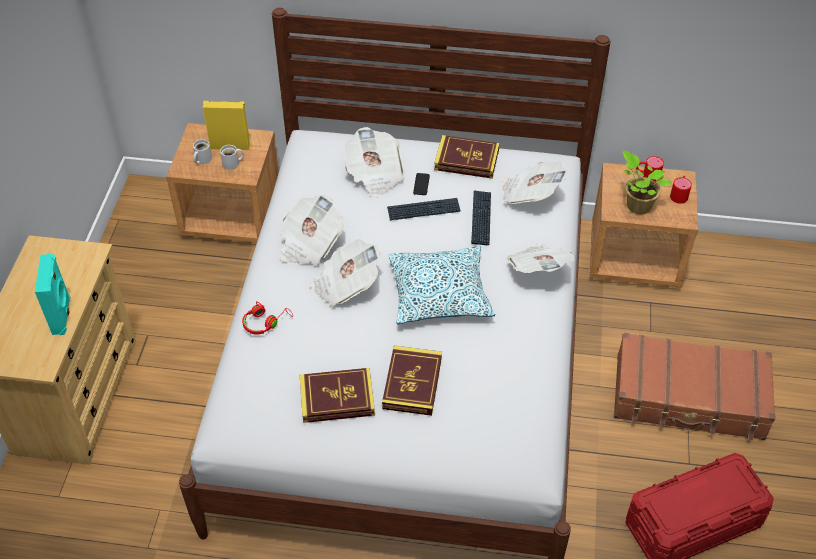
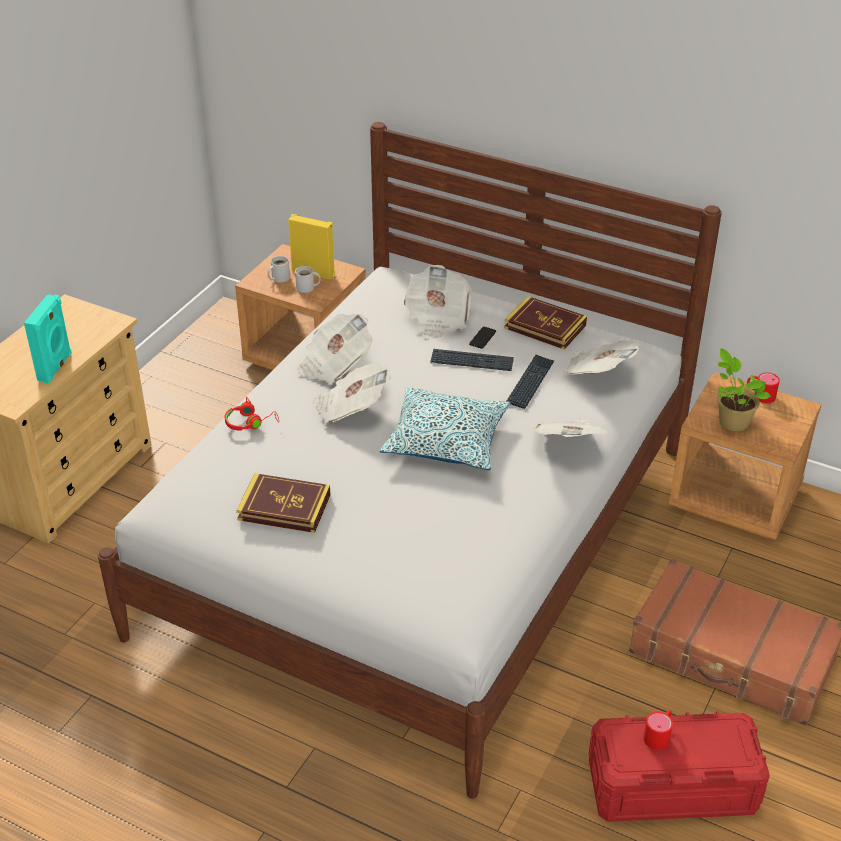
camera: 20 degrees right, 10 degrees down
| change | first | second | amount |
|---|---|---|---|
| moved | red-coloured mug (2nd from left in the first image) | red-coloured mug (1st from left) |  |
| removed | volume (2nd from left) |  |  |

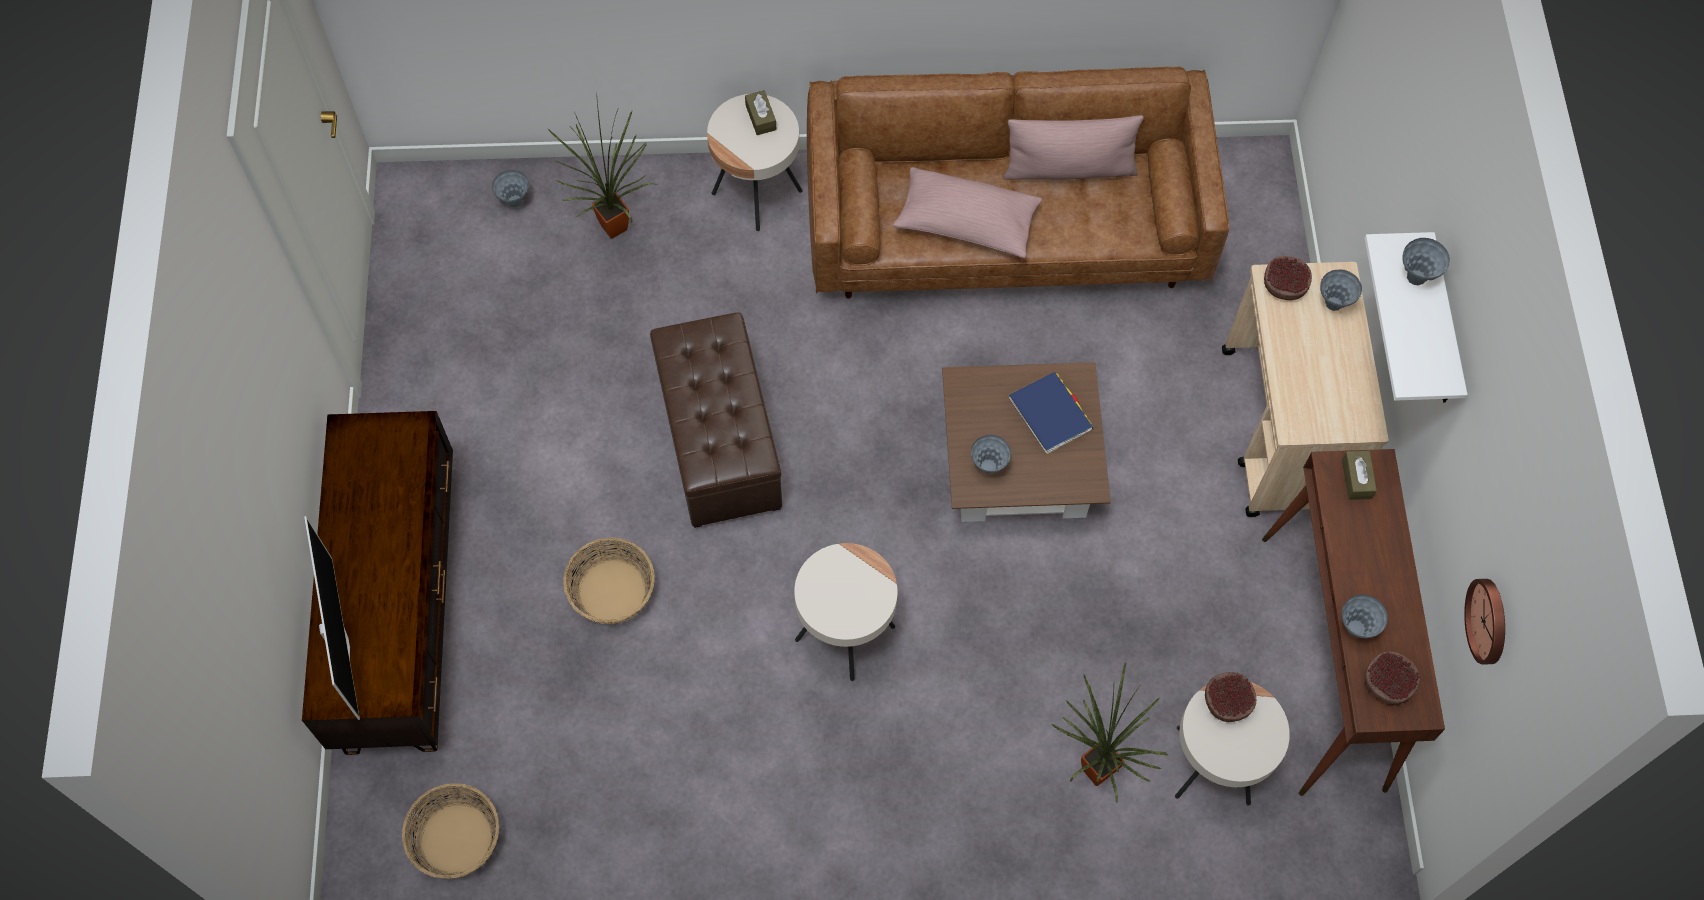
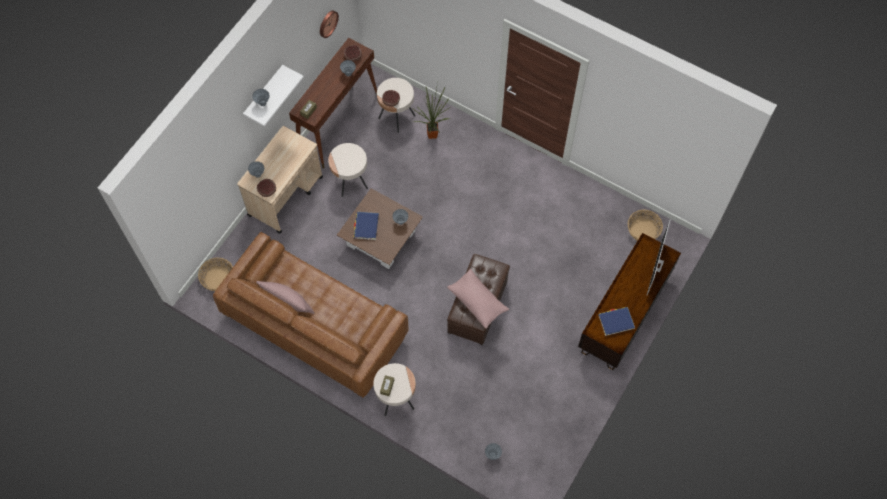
camera: 145 degrees left, 0 degrees up
| change | first | second | amount |
|---|---|---|---|
| moved | basket (2nd from left in the first image) | basket (1st from left) |  |
| moved | beige accent table (2nd from left in the first image) | beige accent table (1st from left) |  |
| moved | pink throw pillow (1st from left in the first image) | pink throw pillow (2nd from left) |  |
| added |  | bluish volume (2nd from left) |  |
| removed | potted plant (1st from left) |  |  |

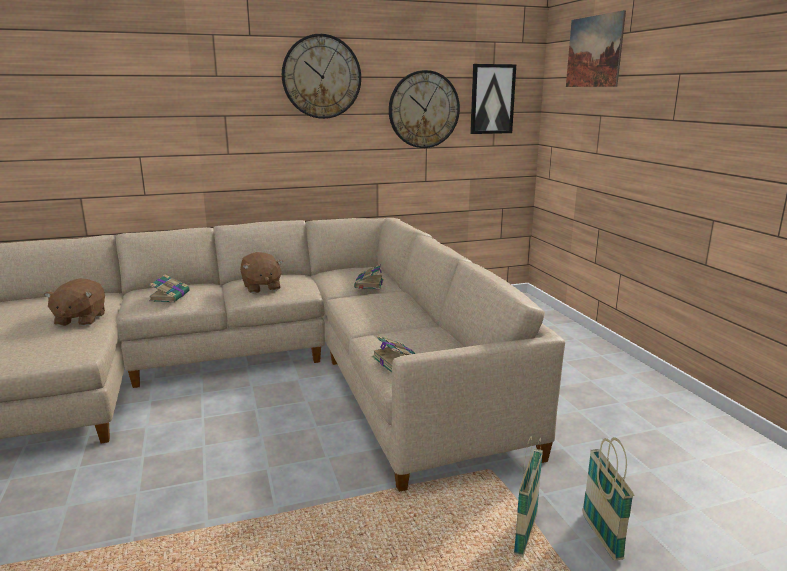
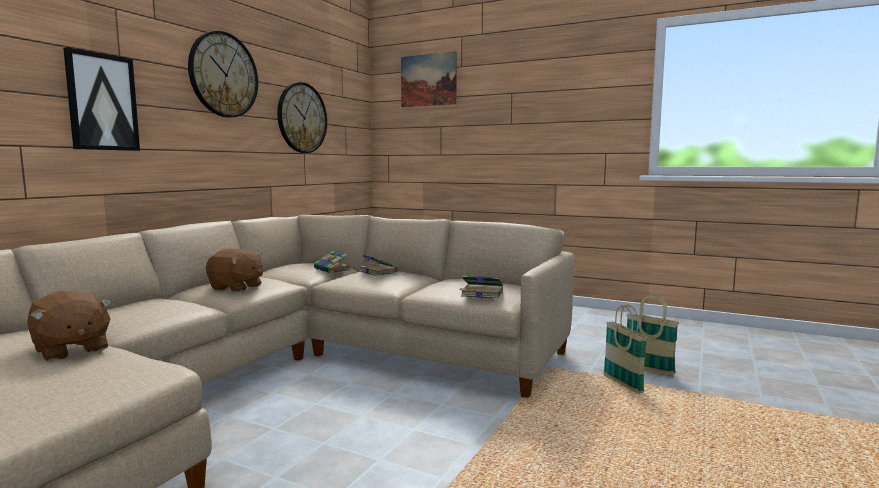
camera: 45 degrees left, 10 degrees down
| change | first | second | amount |
|---|---|---|---|
| moved | wall picture (1st from left) |  |  |
| moved | volume (1st from left in the first image) | volume (2nd from left) |  |

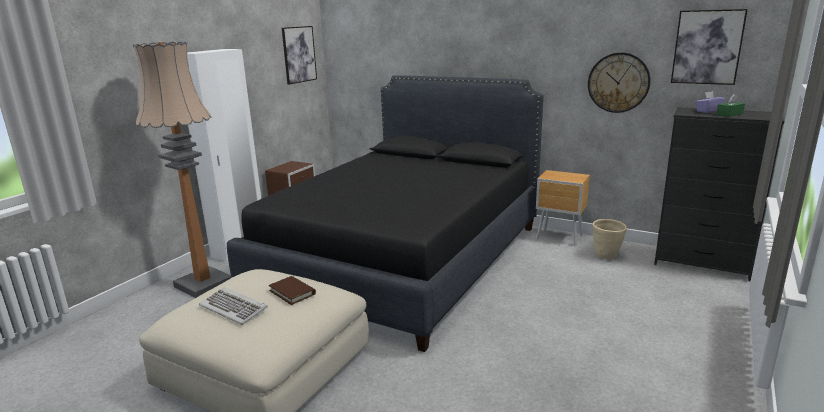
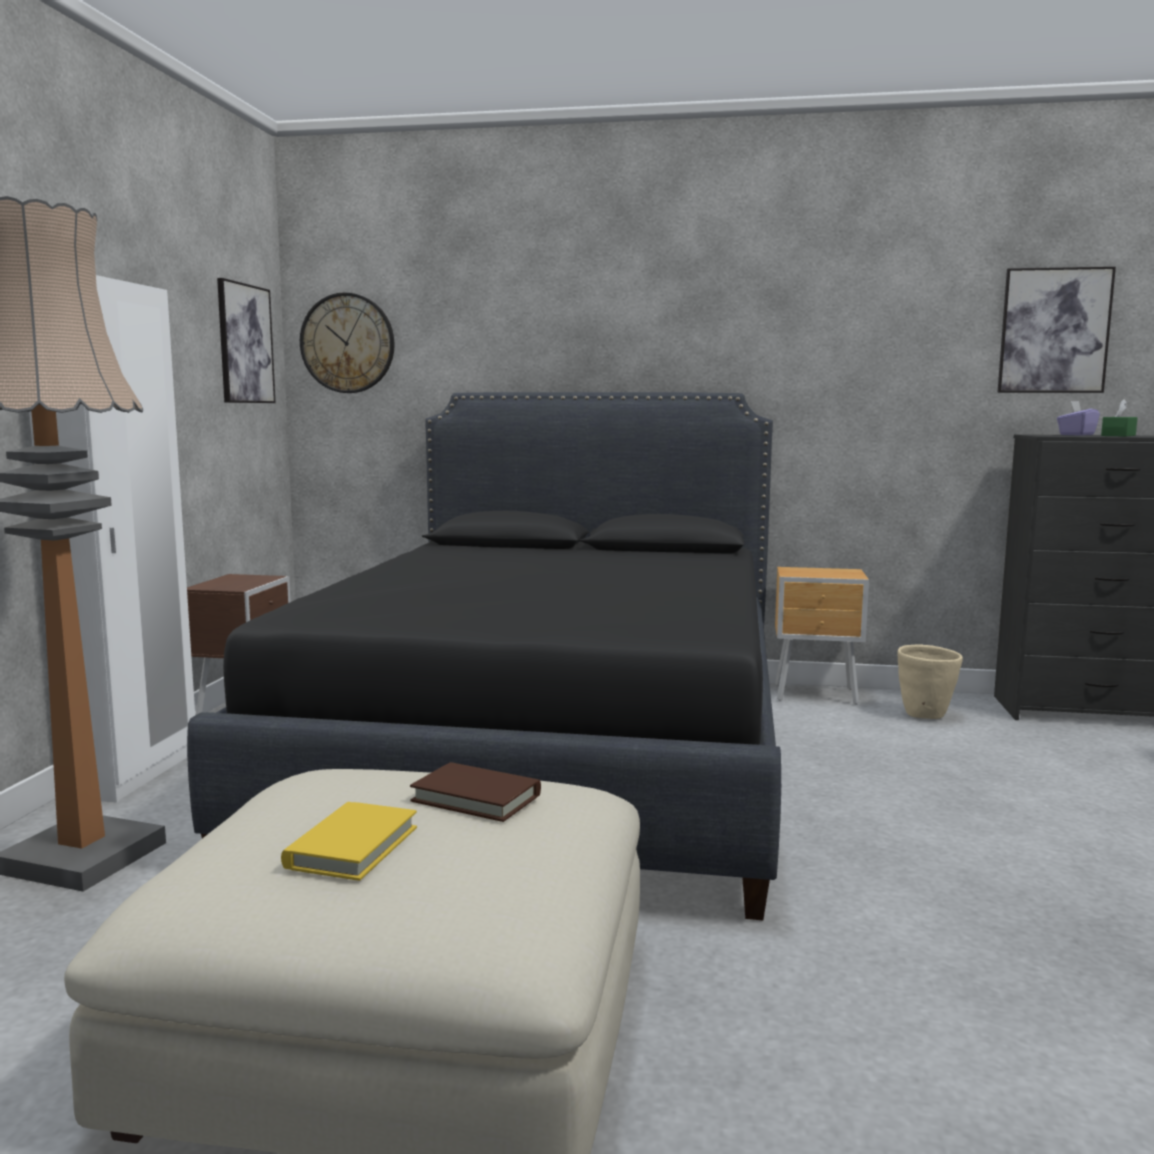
camera: 20 degrees left, 10 degrees down
| change | first | second | amount |
|---|---|---|---|
| replaced | keyboard | yellowish volume |  |
| moved | clock on the wall |  |  |

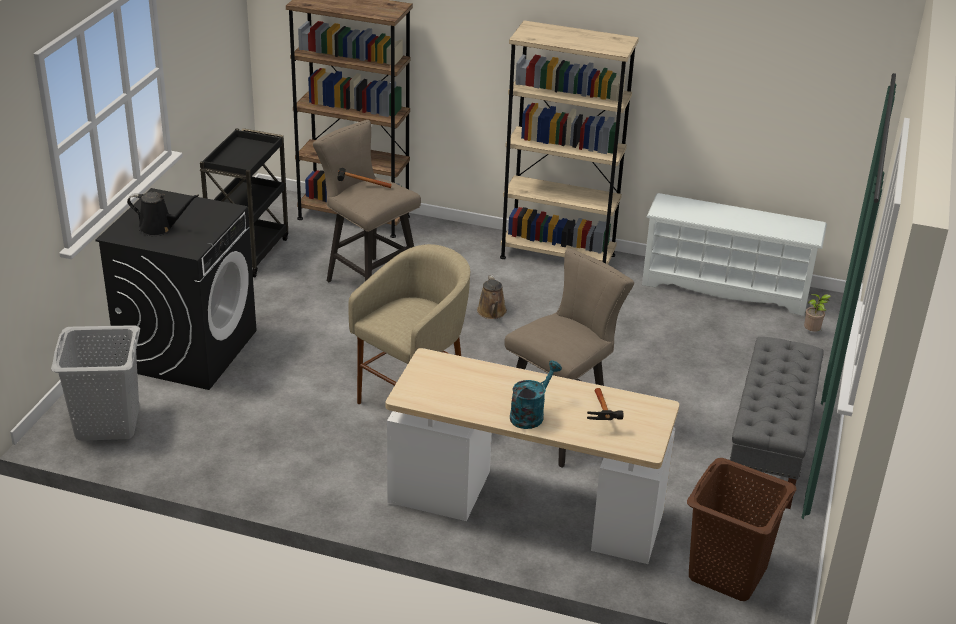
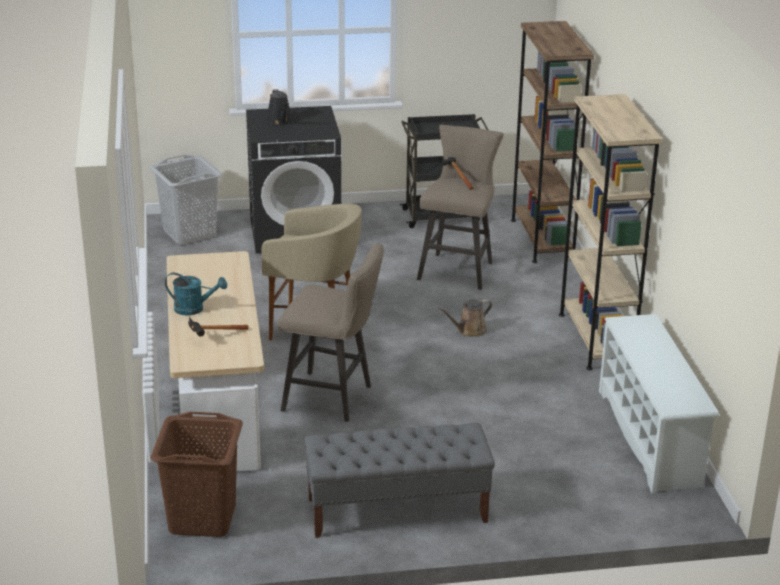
camera: 65 degrees right, 5 degrees down
| change | first | second | amount |
|---|---|---|---|
| removed | potted plant |  |  |

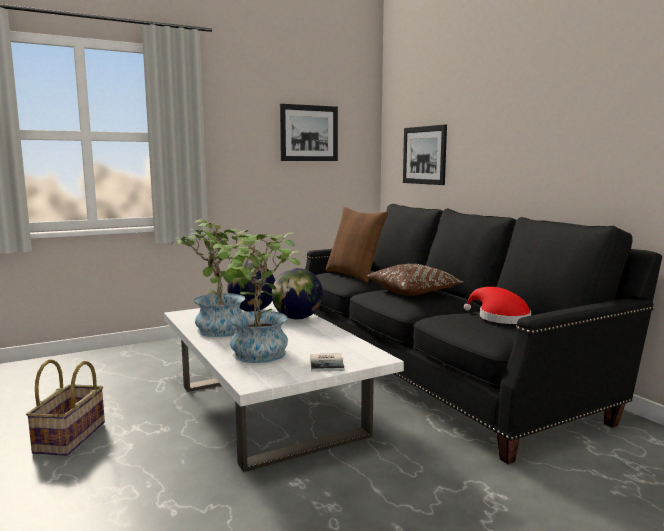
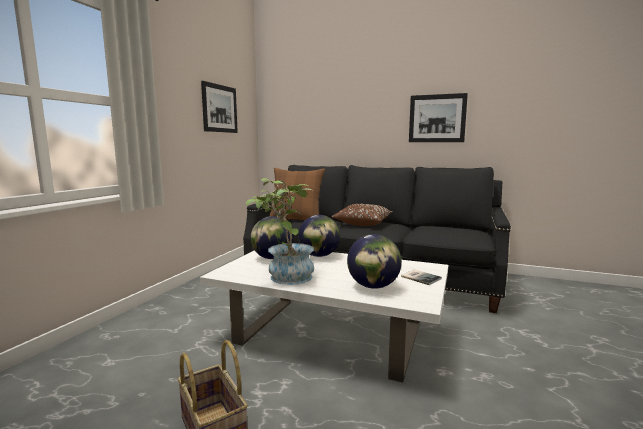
camera: 40 degrees left, 0 degrees up
| change | first | second | amount |
|---|---|---|---|
| replaced | potted plant (2nd from left) | desk globe (3rd from left) |  |
| moved | wall picture (2nd from left) |  |  |
| removed | red-coloured hat |  |  |

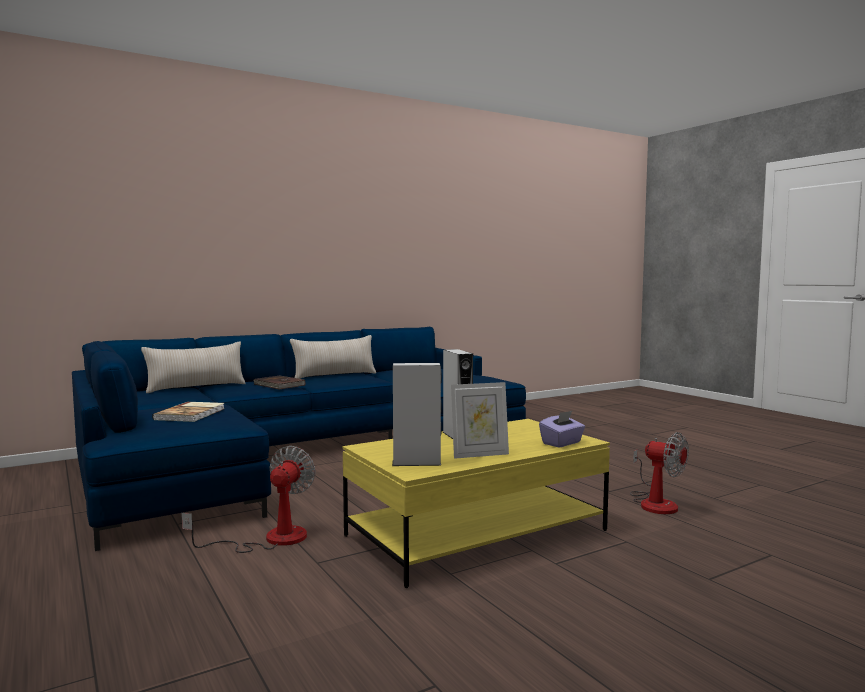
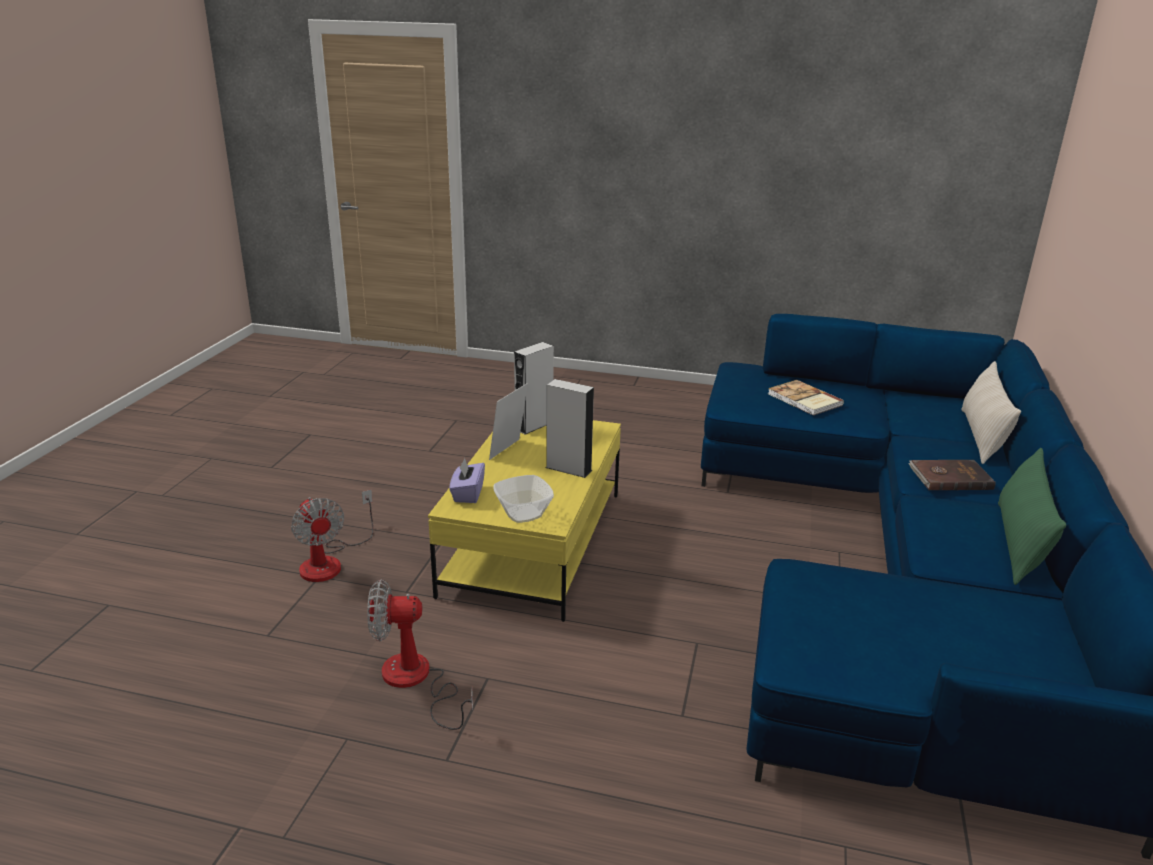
camera: 135 degrees right, 20 degrees up
| change | first | second | amount |
|---|---|---|---|
| moved | fan (1st from left) |  |  |
| added |  | serving bowl |  |
| recoloured | beige throw pillow (2nd from left) | green throw pillow |  |

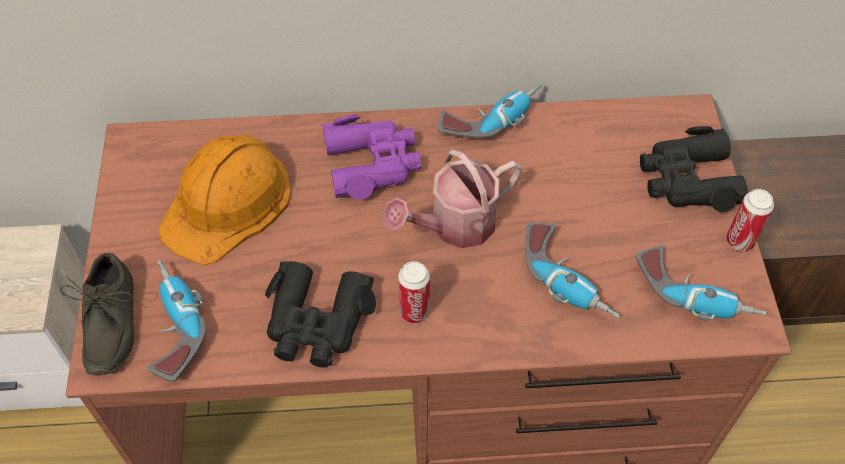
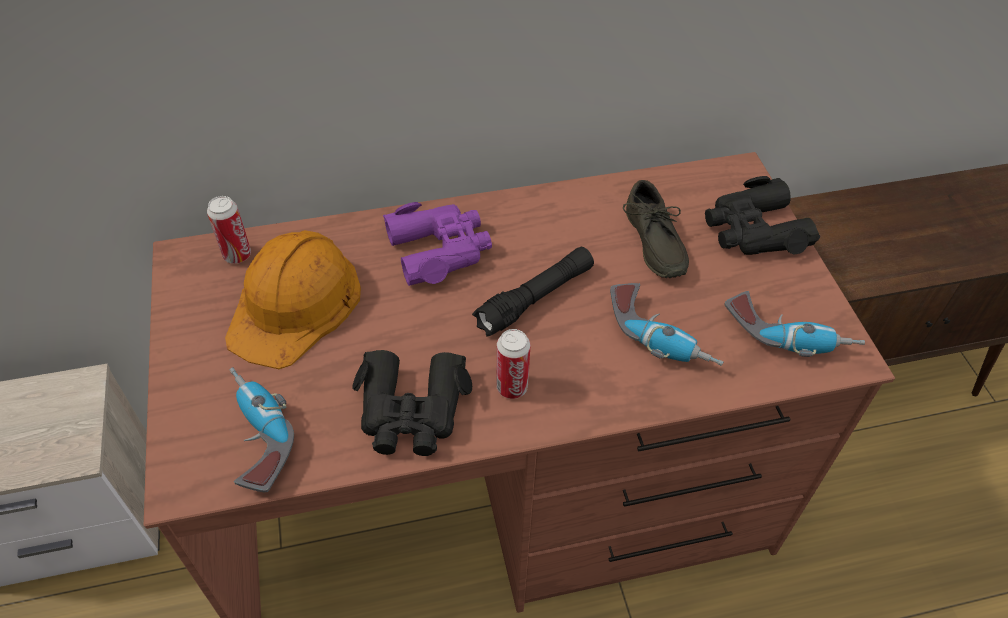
camera: 10 degrees left, 5 degrees down
| change | first | second | amount |
|---|---|---|---|
| moved | sealed can (2nd from left in the first image) | sealed can (1st from left) |  |
| replaced | watering can | blackish hand torch |  |
| moved | gray shoe |  |  |
| removed | drill (2nd from left) |  |  |

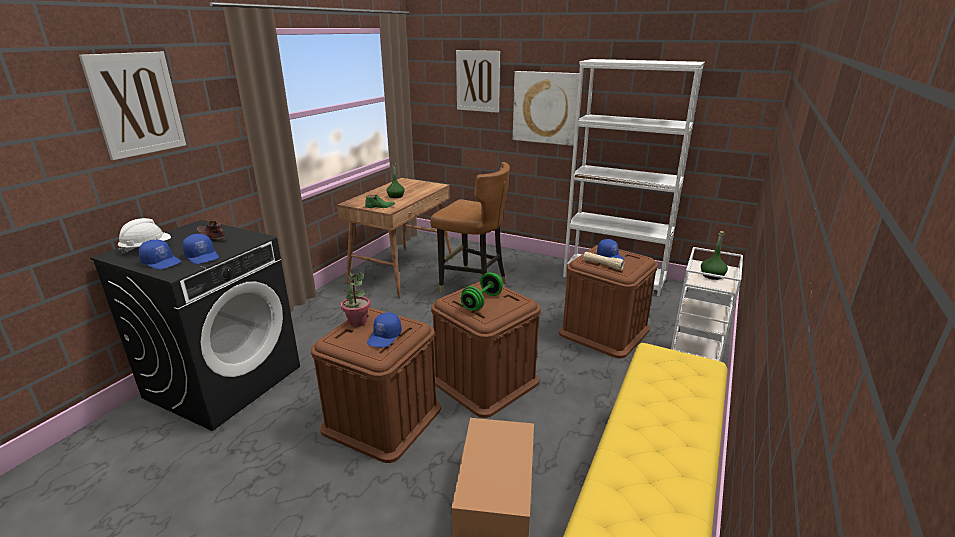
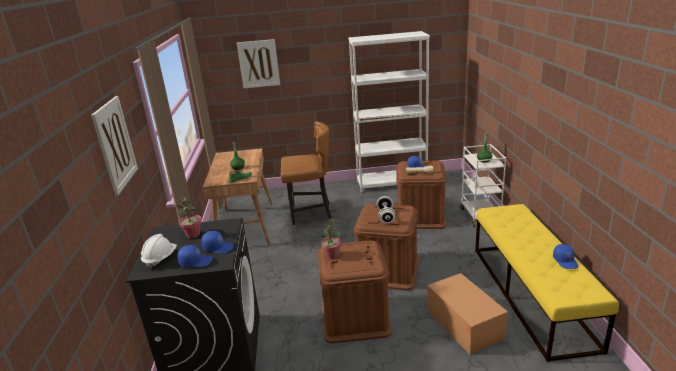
camera: 30 degrees left, 0 degrees up
| change | first | second | amount |
|---|---|---|---|
| replaced | brownish shoe | potted plant (1st from left) |  |
| recoloured | green free weight | white free weight |  |
| moved | bluish baseball cap (3rd from left in the first image) | bluish baseball cap (4th from left) |  |
| removed | wall picture (3rd from left) |  |  |

